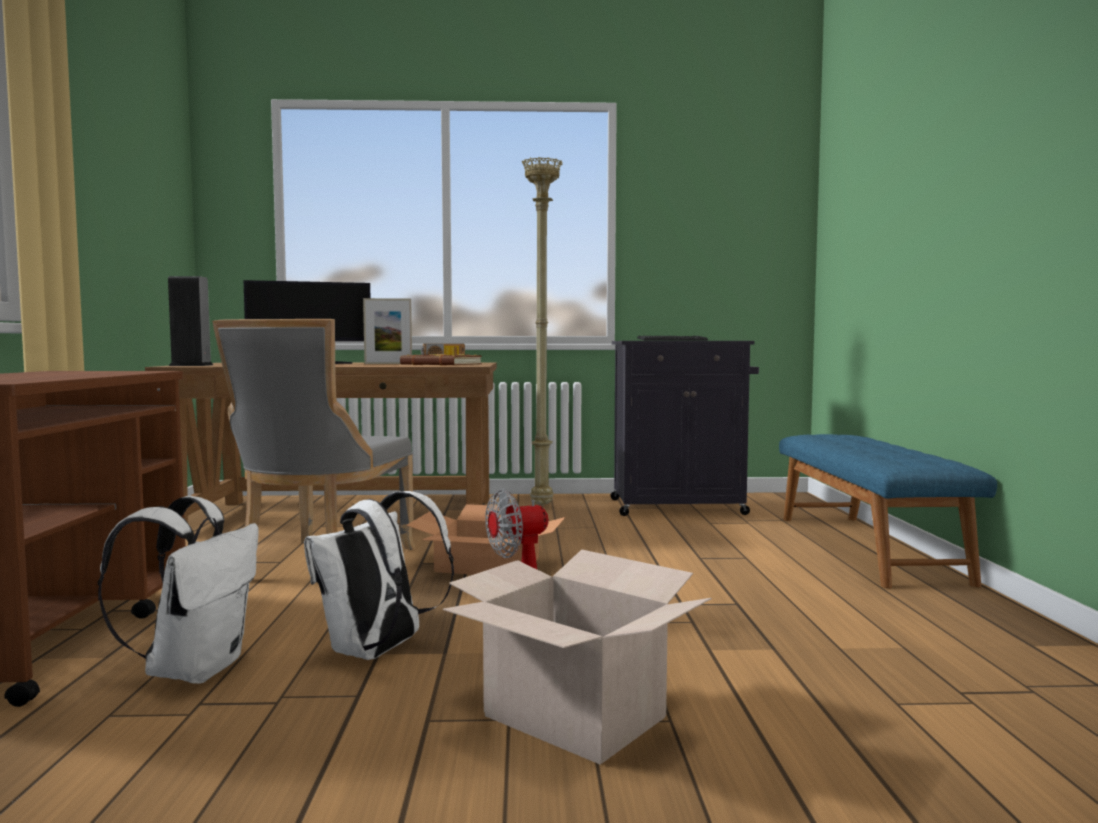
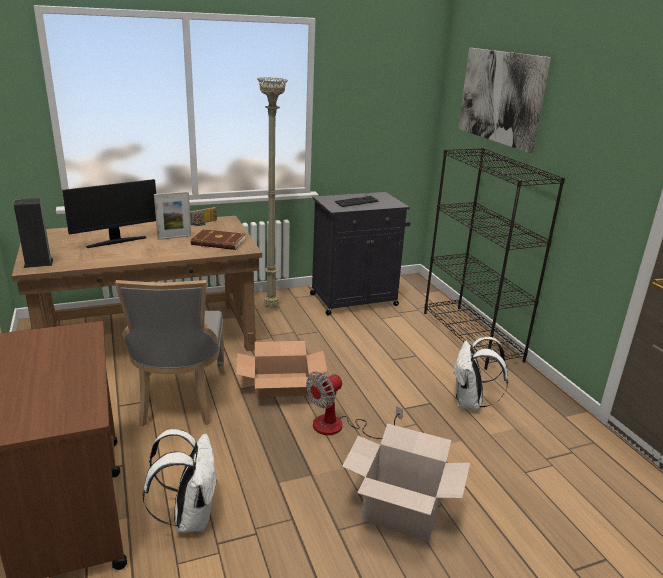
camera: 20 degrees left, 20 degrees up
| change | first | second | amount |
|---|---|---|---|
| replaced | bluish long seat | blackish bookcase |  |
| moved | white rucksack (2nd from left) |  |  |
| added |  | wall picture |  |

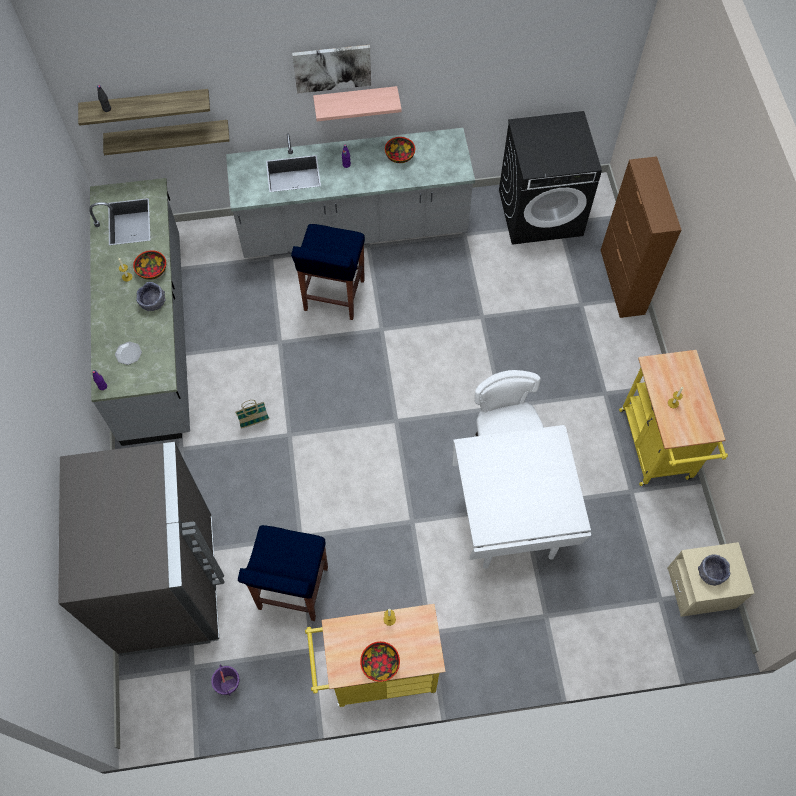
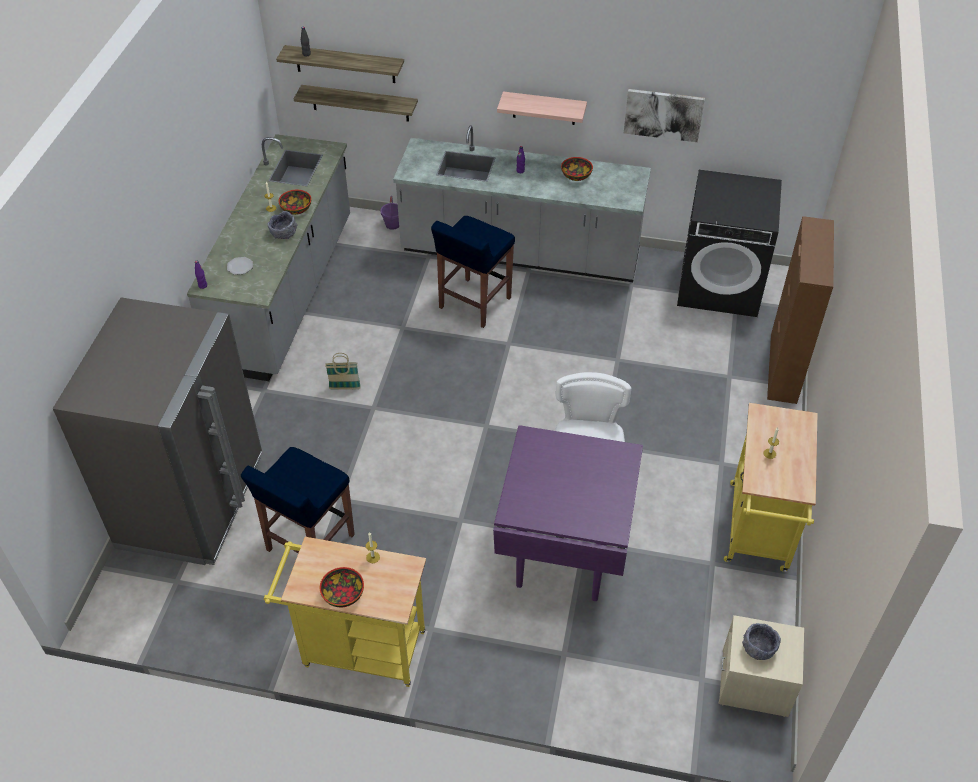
camera: 20 degrees right, 15 degrees down
| change | first | second | amount |
|---|---|---|---|
| moved | purplish bucket |  |  |
| recoloured | white kitchen table | purplish kitchen table |  |
| moved | wall picture |  |  |

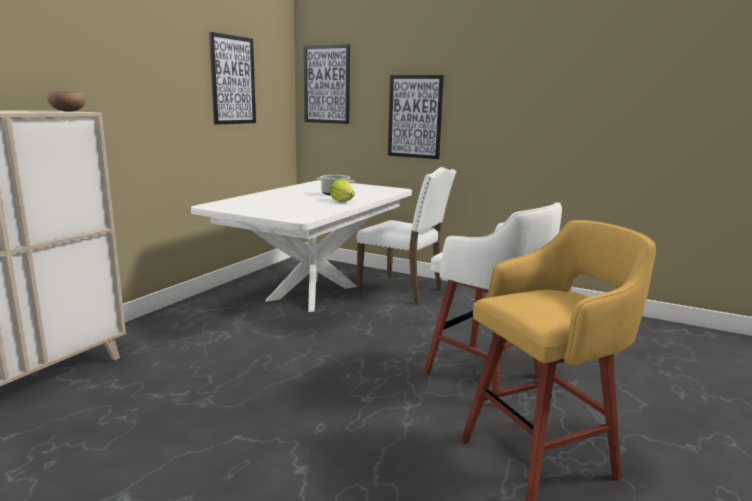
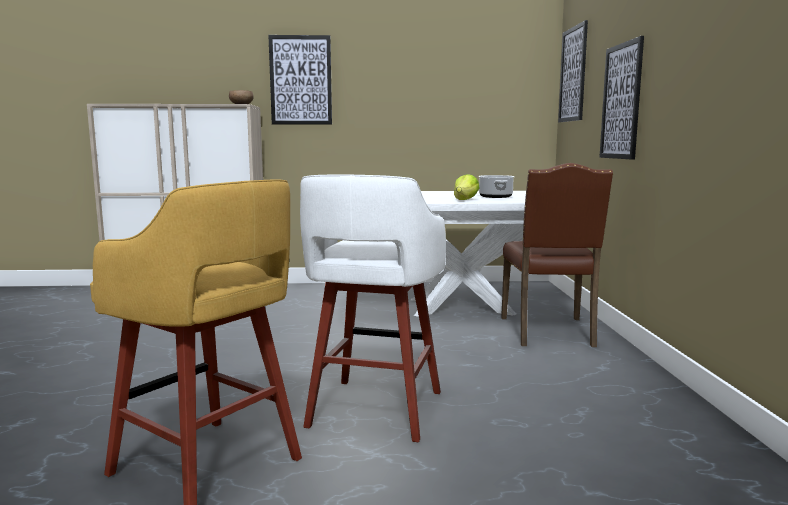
camera: 60 degrees right, 5 degrees down
| change | first | second | amount |
|---|---|---|---|
| moved | wall picture (1st from left) |  |  |
| recoloured | white plain chair | brownish plain chair |  |

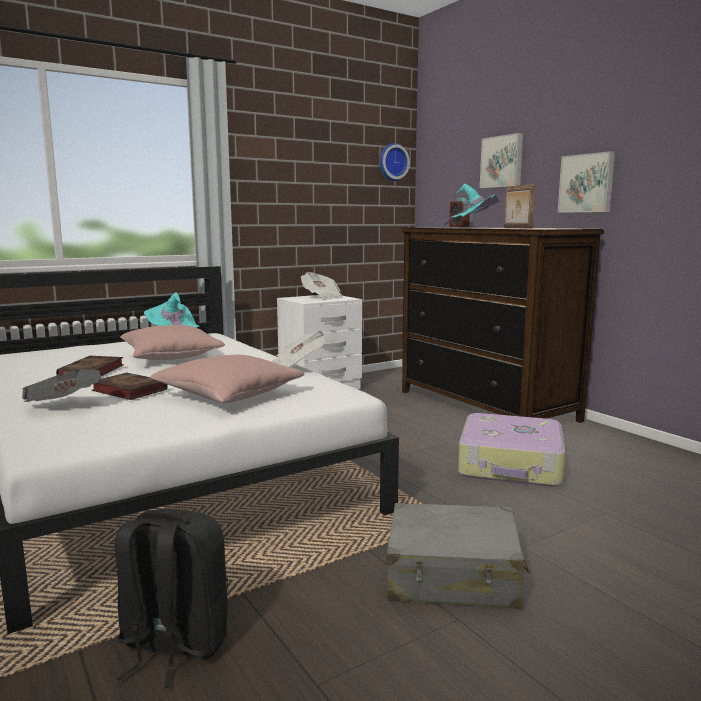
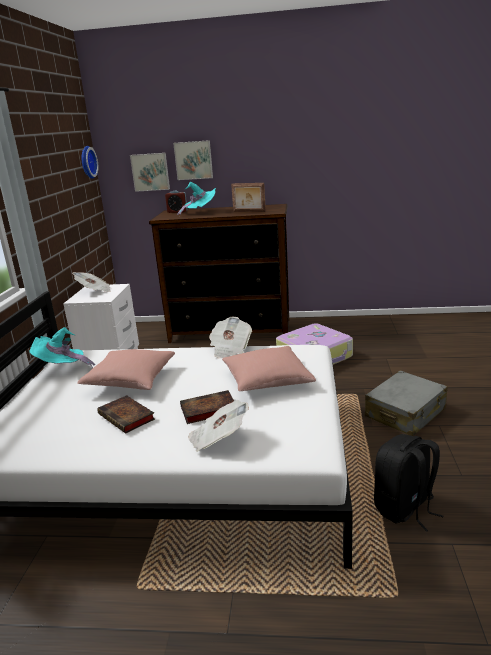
camera: 50 degrees left, 10 degrees up
| change | first | second | amount |
|---|---|---|---|
| moved | wall picture (2nd from left in the first image) | wall picture (1st from left) |  |

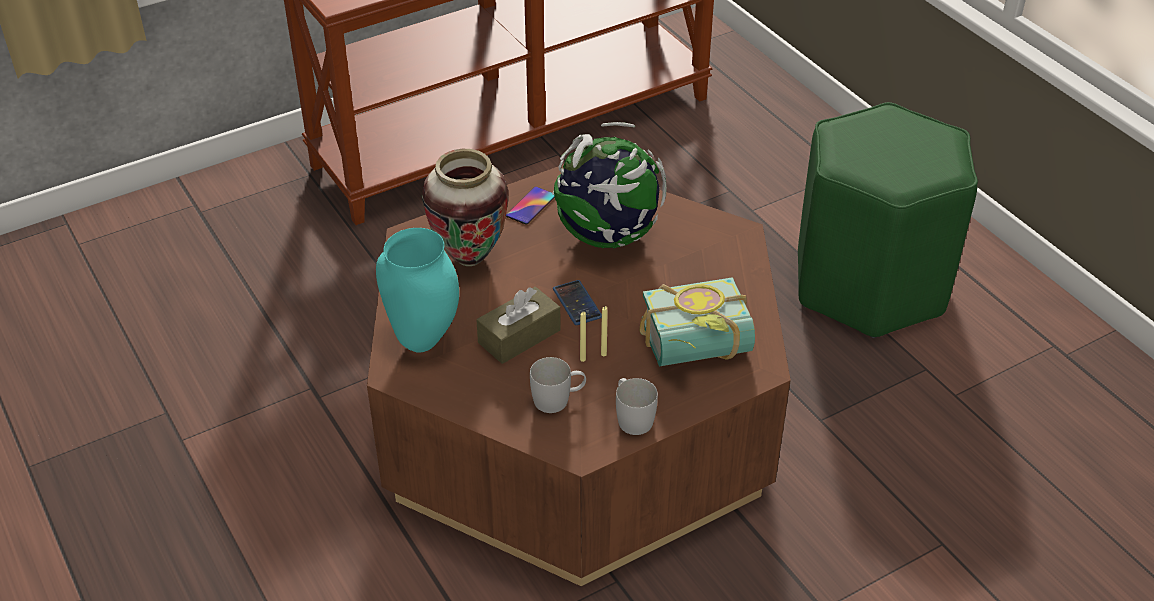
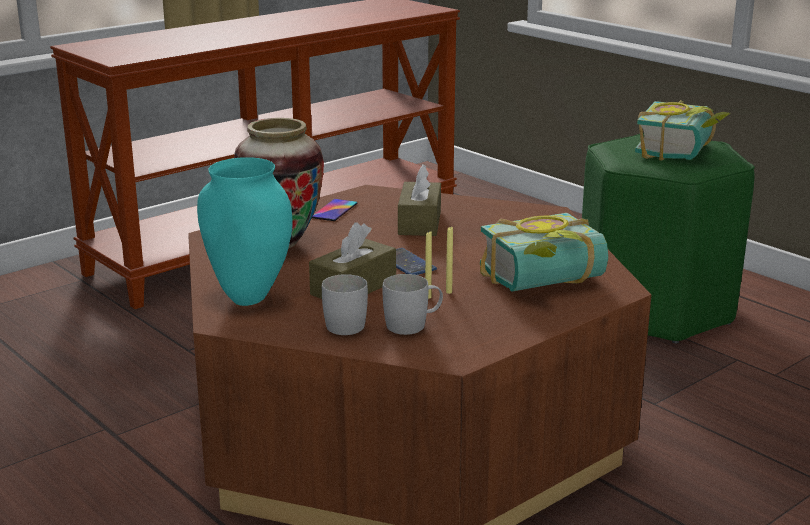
camera: 10 degrees left, 20 degrees down
| change | first | second | amount |
|---|---|---|---|
| moved | white mug (2nd from left in the first image) | white mug (1st from left) |  |
| replaced | desk globe | brownish tissue box (2nd from left) |  |
| added |  | volume (2nd from left) |  |

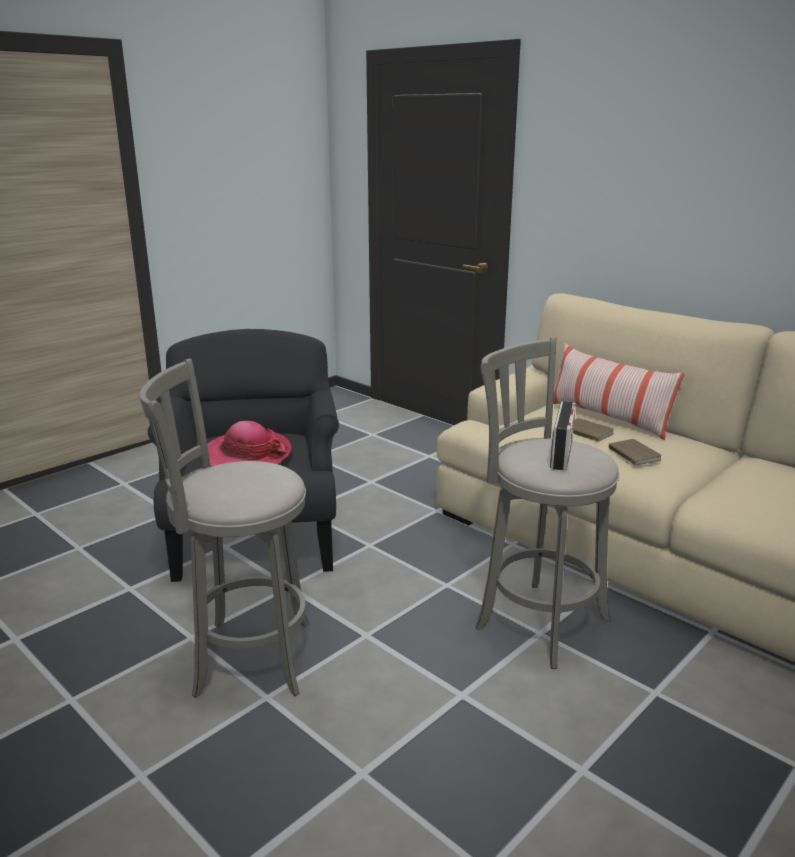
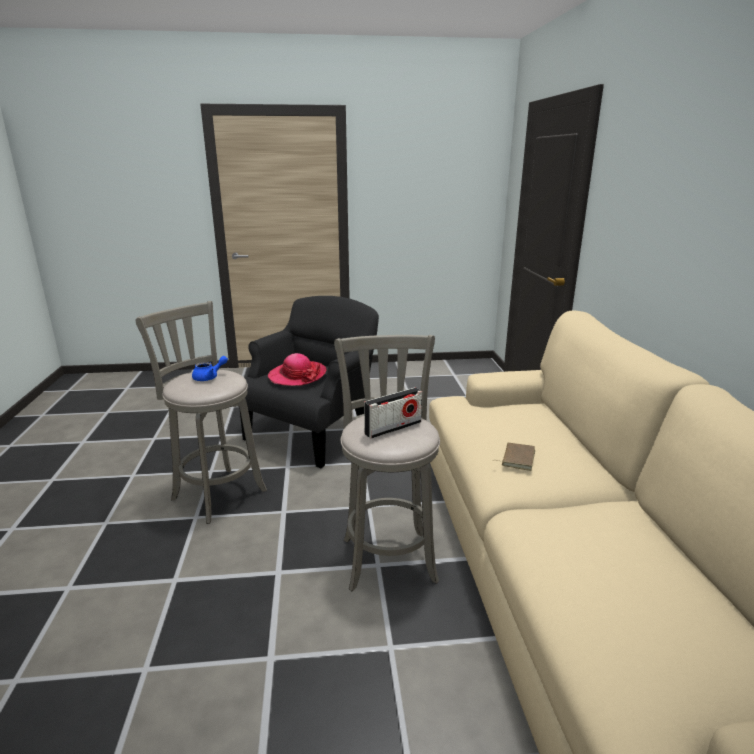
camera: 40 degrees right, 0 degrees up
| change | first | second | amount |
|---|---|---|---|
| added |  | bluish teapot |  |
| removed | throw pillow |  |  |
| removed | brownish volume (1st from left) |  |  |

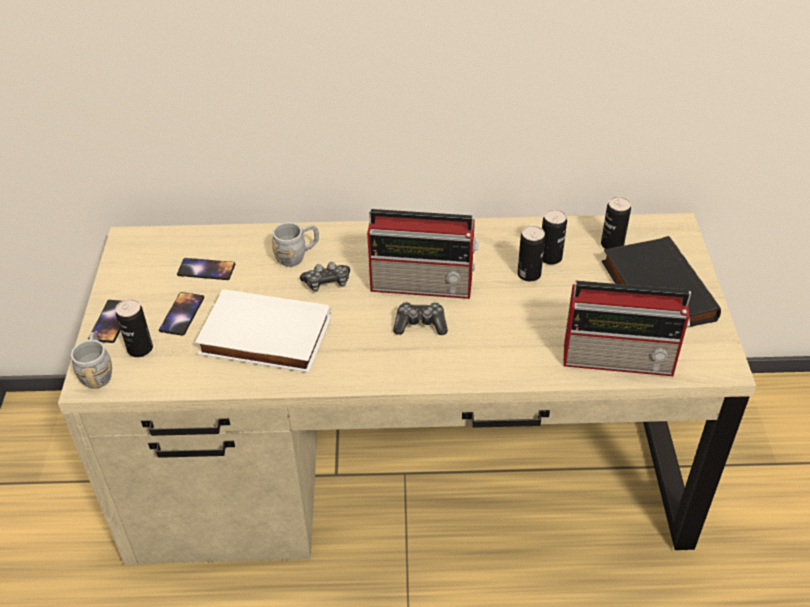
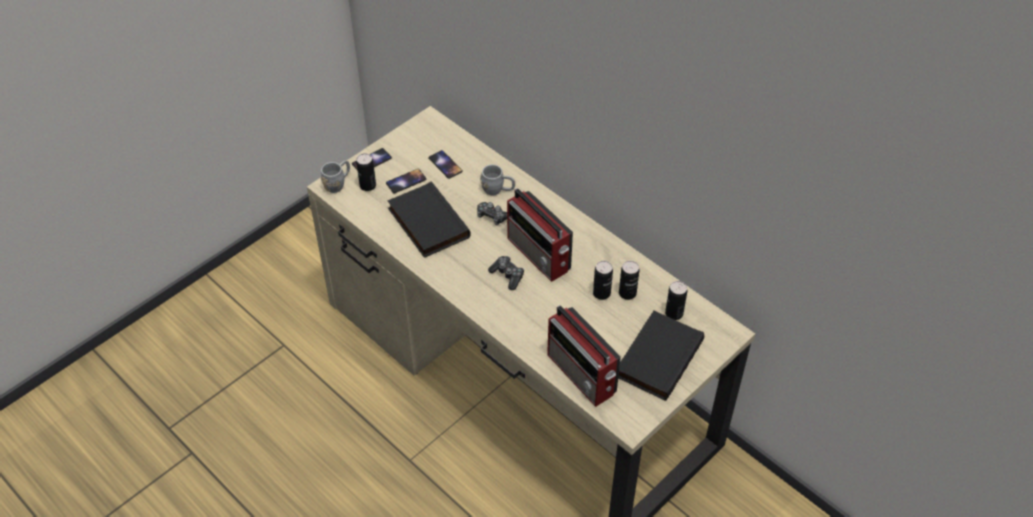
camera: 45 degrees right, 5 degrees up
| change | first | second | amount |
|---|---|---|---|
| recoloured | white volume | blackish volume (1st from left) |  |

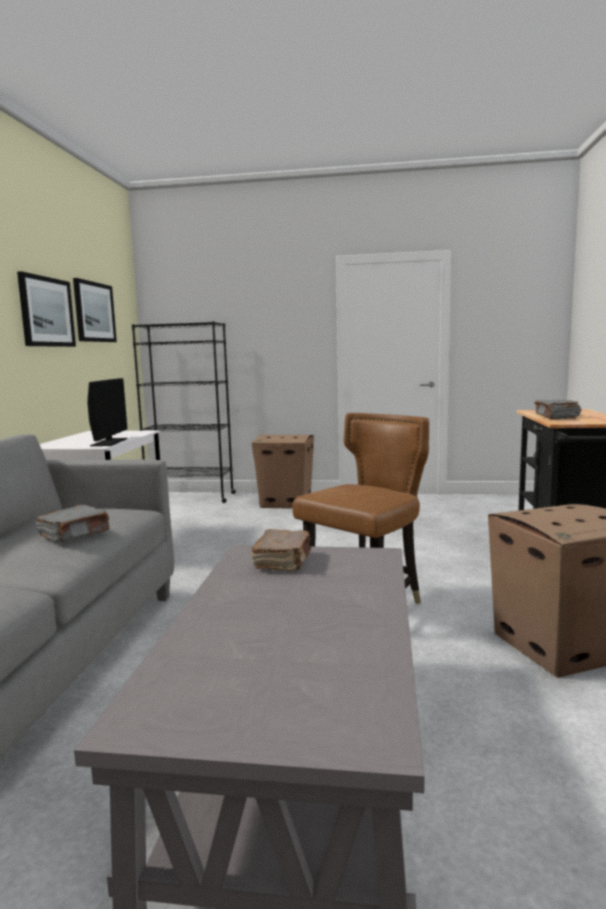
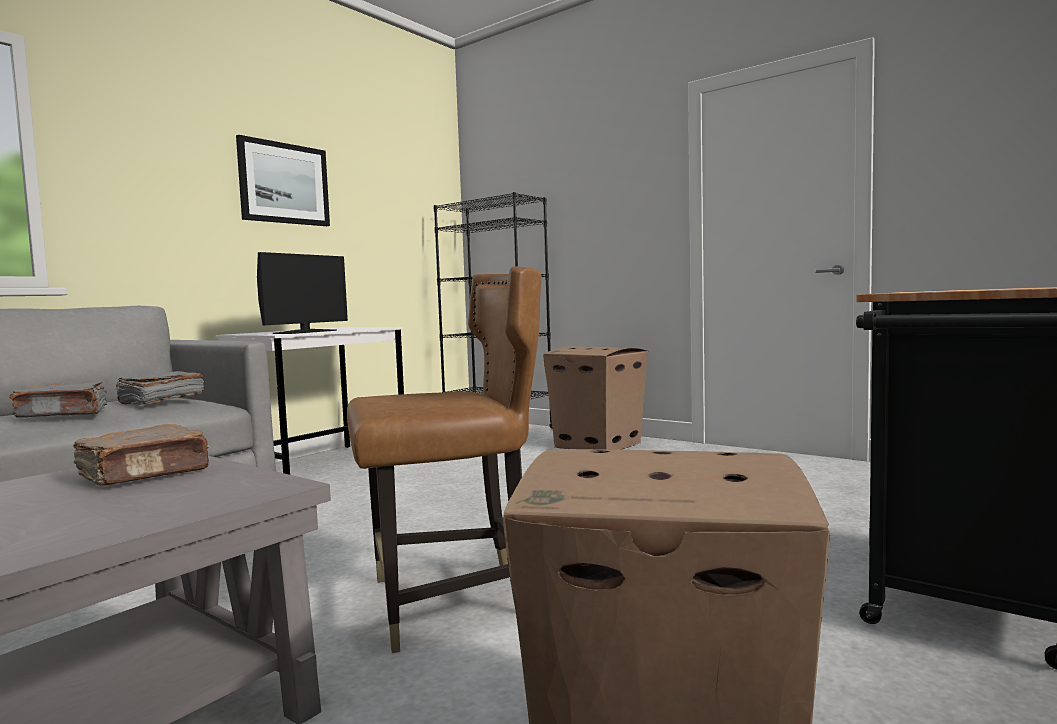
camera: 30 degrees right, 5 degrees down
| change | first | second | amount |
|---|---|---|---|
| moved | gray volume (2nd from left) |  |  |
| removed | wall picture (2nd from left) |  |  |

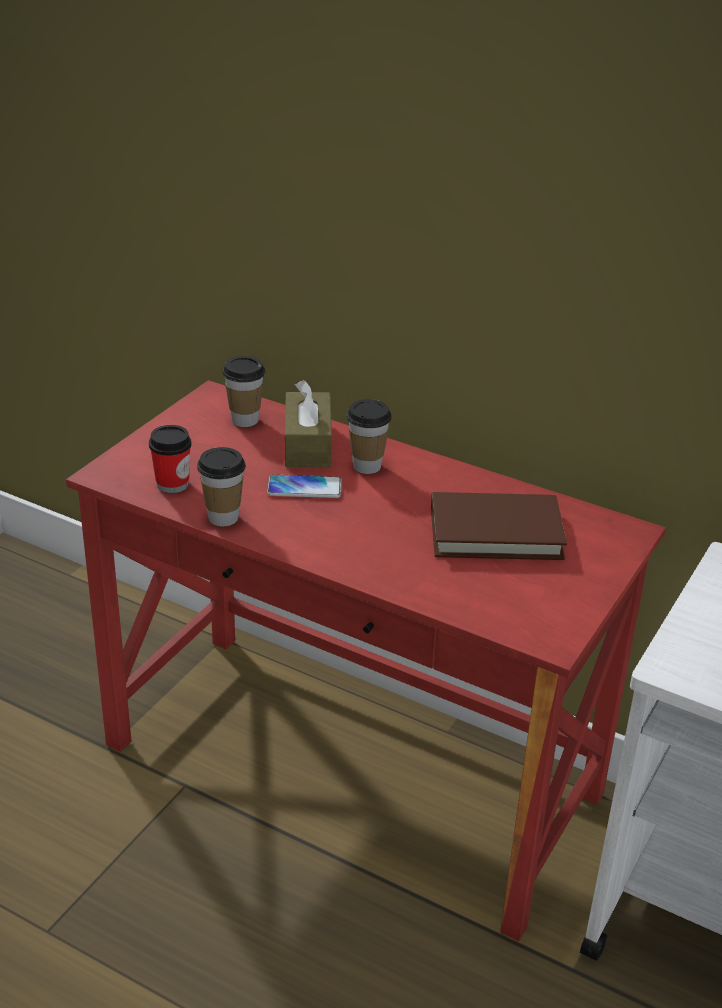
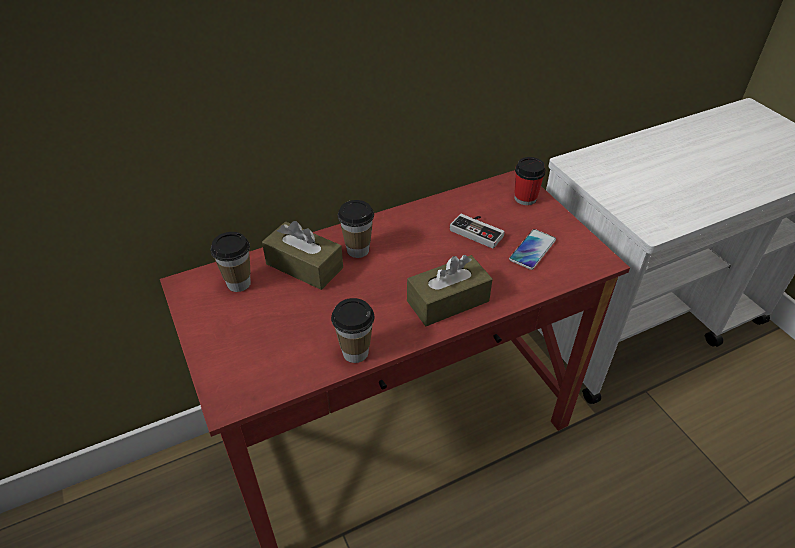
camera: 55 degrees left, 10 degrees up
| change | first | second | amount |
|---|---|---|---|
| added |  | brownish tissue box (2nd from left) |  |
| replaced | brownish volume | gamepad |  |
| moved | handset |  |  |
| moved | drinking cup (1st from left in the first image) | drinking cup (4th from left) |  |

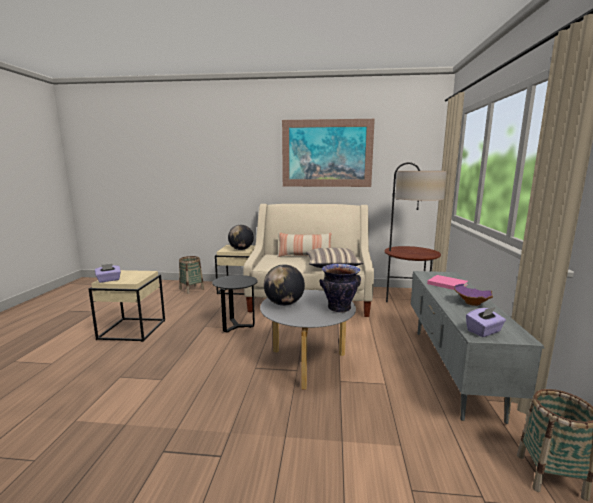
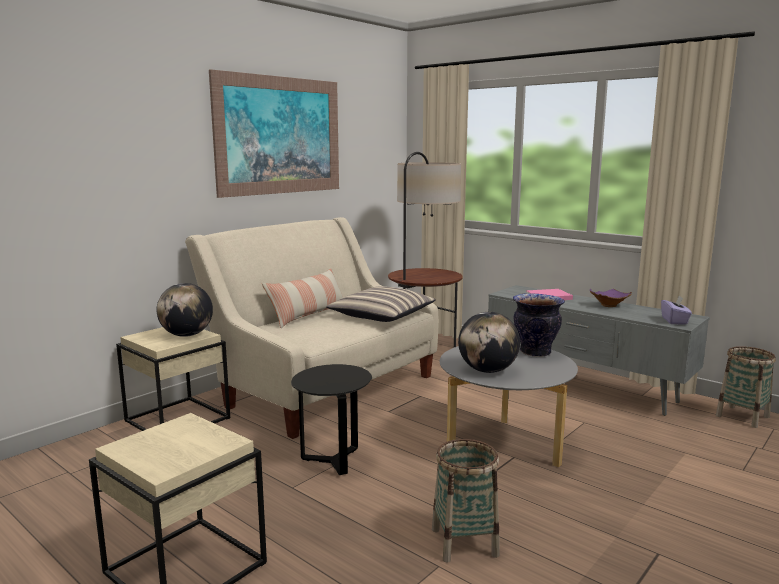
camera: 55 degrees left, 0 degrees up
| change | first | second | amount |
|---|---|---|---|
| moved | basket (1st from left) |  |  |
| removed | purplish tissue box (1st from left) |  |  |

